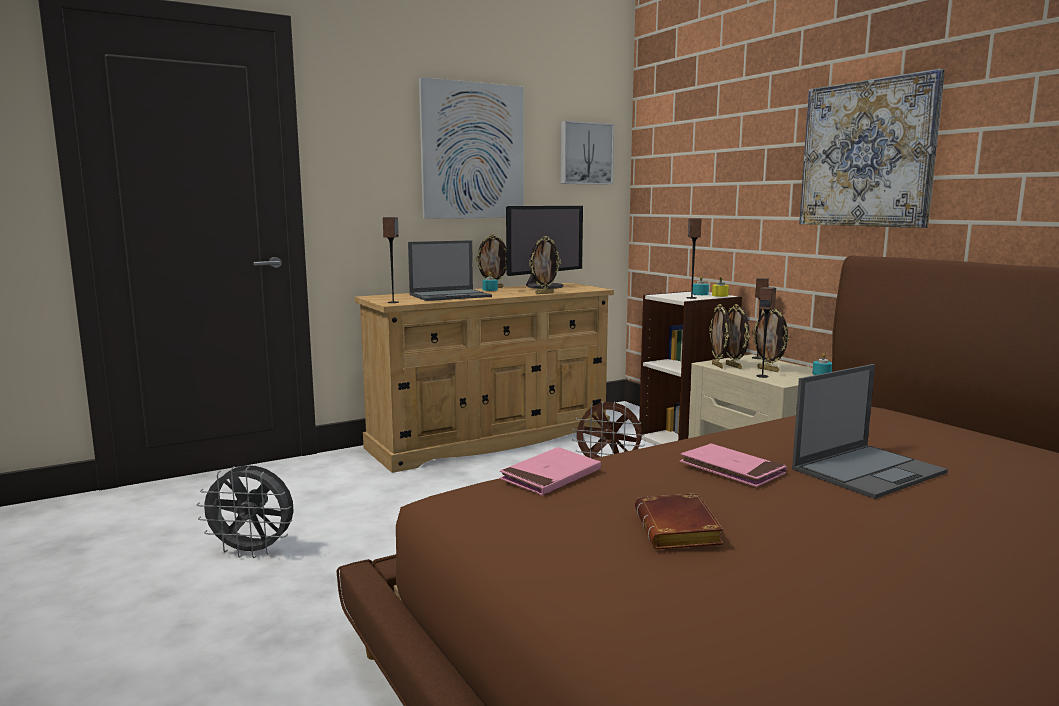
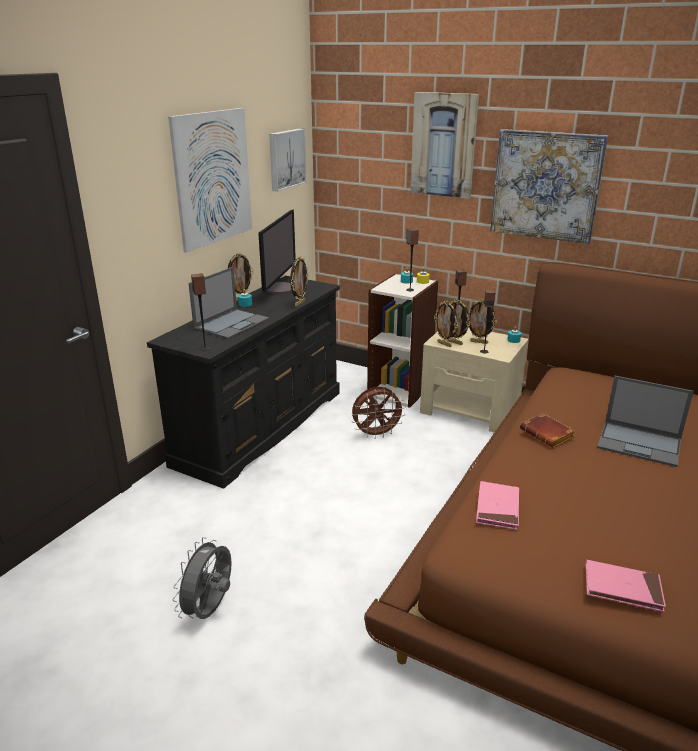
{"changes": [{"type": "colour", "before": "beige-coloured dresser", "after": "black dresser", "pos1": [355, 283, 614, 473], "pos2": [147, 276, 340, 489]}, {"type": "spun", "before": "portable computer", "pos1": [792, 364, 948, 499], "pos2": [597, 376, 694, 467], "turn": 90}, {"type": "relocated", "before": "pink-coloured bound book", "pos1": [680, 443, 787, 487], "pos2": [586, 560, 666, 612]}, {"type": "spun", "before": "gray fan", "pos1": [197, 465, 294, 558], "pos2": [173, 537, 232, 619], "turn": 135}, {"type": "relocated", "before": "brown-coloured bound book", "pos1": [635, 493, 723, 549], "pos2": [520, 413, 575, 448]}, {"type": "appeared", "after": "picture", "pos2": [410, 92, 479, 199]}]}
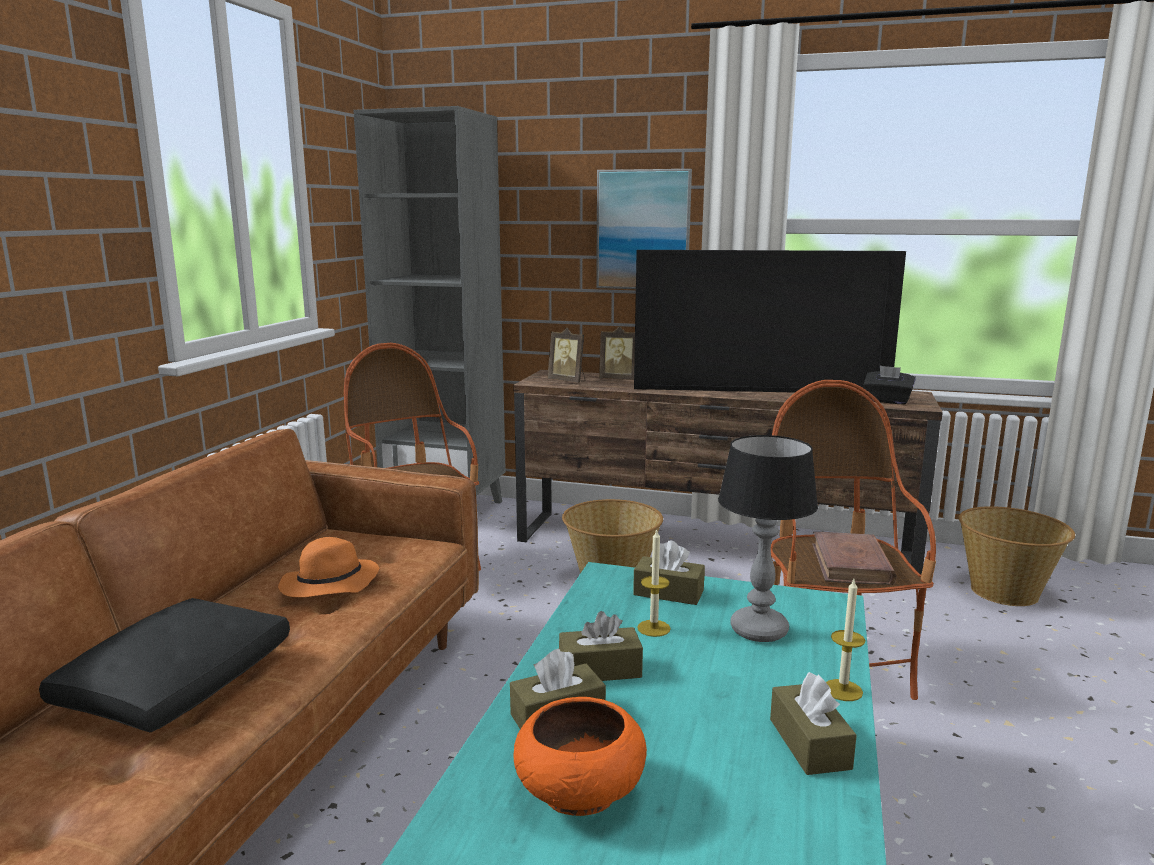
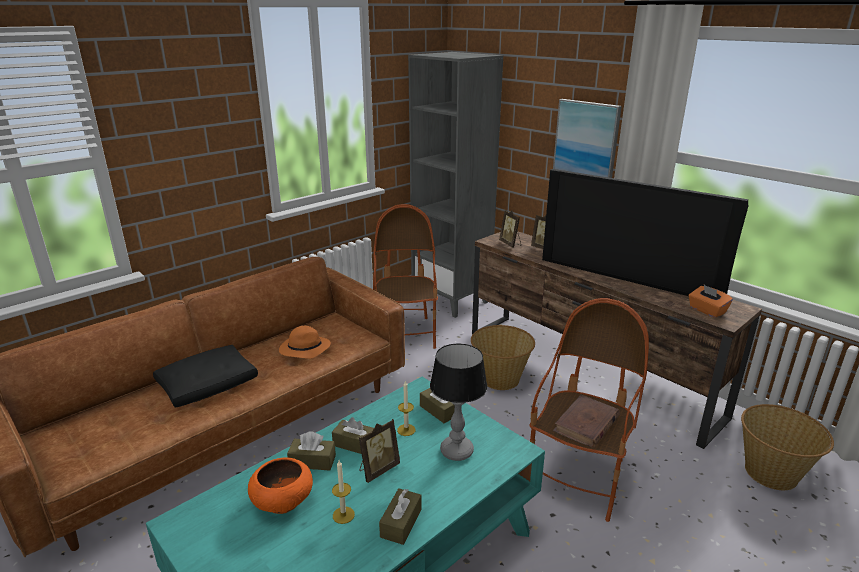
{"changes": [{"type": "colour", "before": "black tissue holder", "after": "orangey tissue holder", "pos1": [863, 365, 916, 404], "pos2": [689, 285, 733, 318]}, {"type": "relocated", "before": "candle", "pos1": [826, 579, 865, 701], "pos2": [332, 460, 355, 524]}, {"type": "appeared", "after": "picture frame", "pos2": [359, 419, 400, 483]}]}
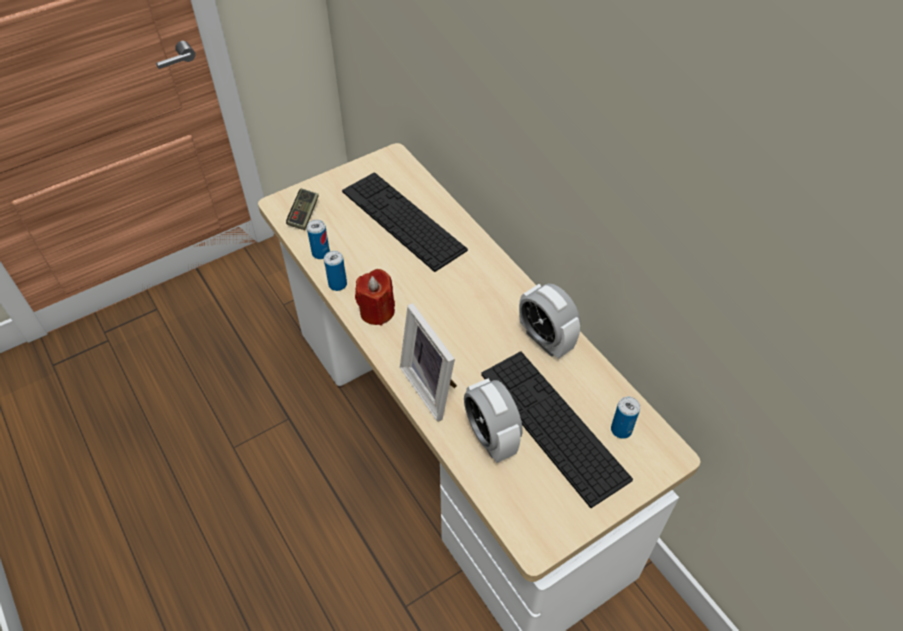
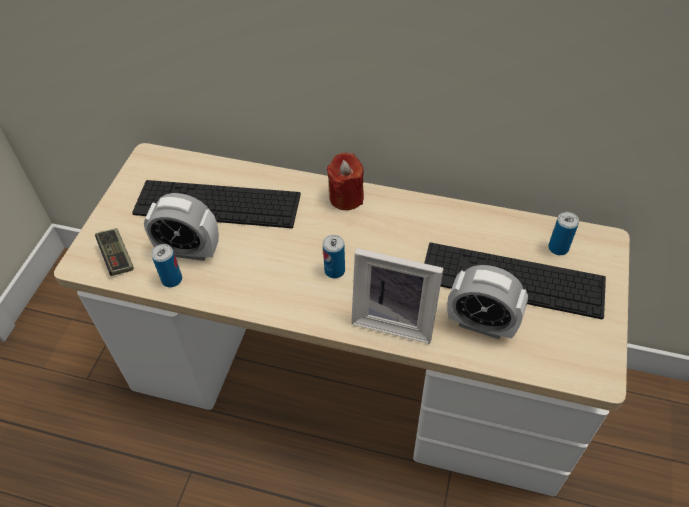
{"changes": [{"type": "relocated", "before": "metal can", "pos1": [324, 251, 347, 291], "pos2": [323, 235, 345, 278]}, {"type": "relocated", "before": "red-coloured candle", "pos1": [355, 269, 395, 326], "pos2": [327, 152, 364, 210]}, {"type": "relocated", "before": "table clock", "pos1": [519, 284, 580, 359], "pos2": [144, 193, 219, 261]}]}
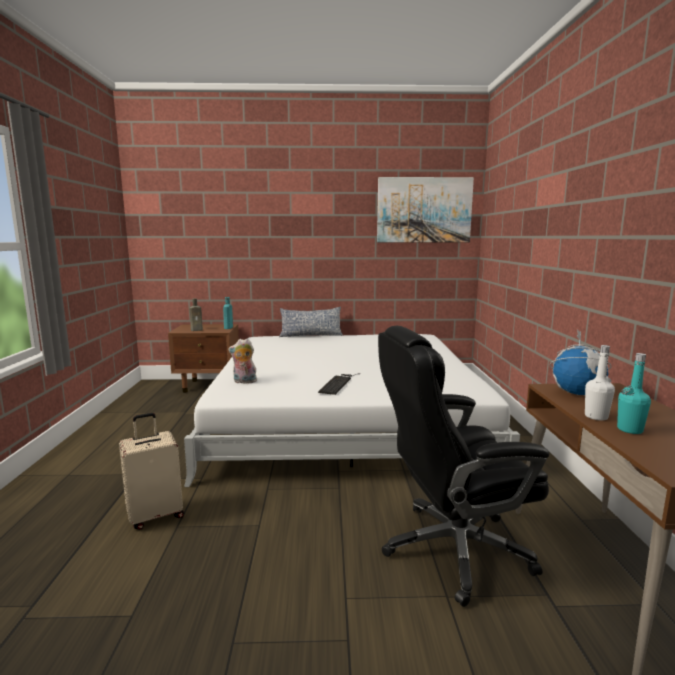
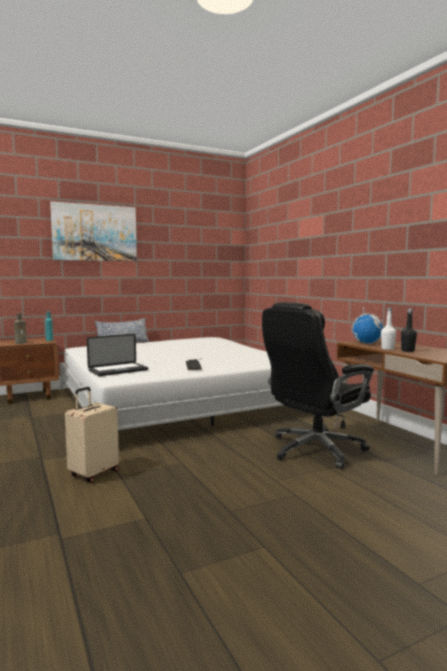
{"changes": [{"type": "relocated", "before": "picture", "pos1": [377, 177, 474, 242], "pos2": [50, 201, 137, 261]}, {"type": "exchanged", "before": "soft toy", "after": "portable computer", "pos1": [228, 339, 257, 383], "pos2": [87, 334, 148, 376]}, {"type": "colour", "before": "turquoise bottle", "after": "black bottle", "pos1": [617, 353, 651, 434], "pos2": [401, 308, 417, 352]}]}
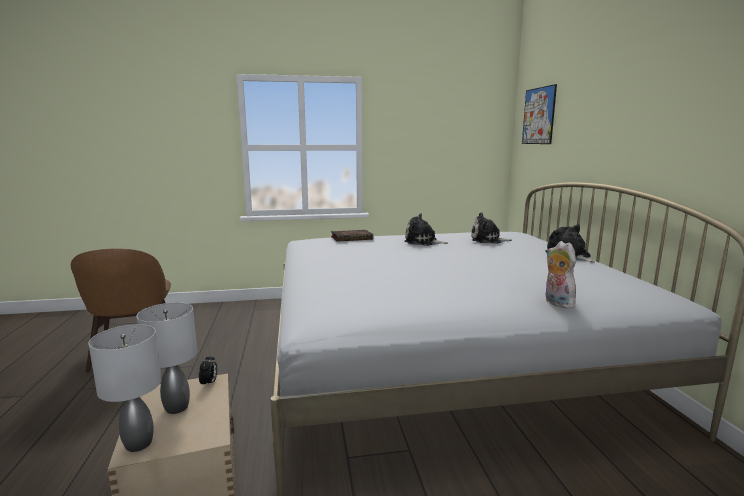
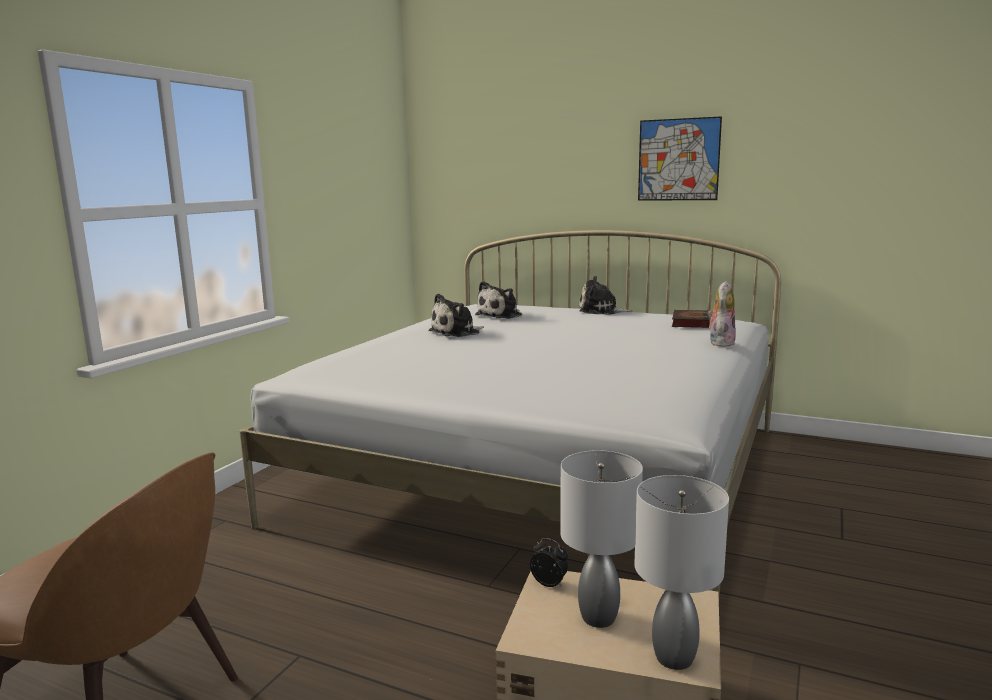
{"changes": [{"type": "relocated", "before": "picture", "pos1": [522, 84, 557, 144], "pos2": [638, 116, 722, 200]}, {"type": "relocated", "before": "bound book", "pos1": [331, 230, 373, 242], "pos2": [672, 310, 710, 328]}, {"type": "spun", "before": "soft toy", "pos1": [545, 241, 576, 308], "pos2": [708, 281, 736, 347], "turn": 105}]}
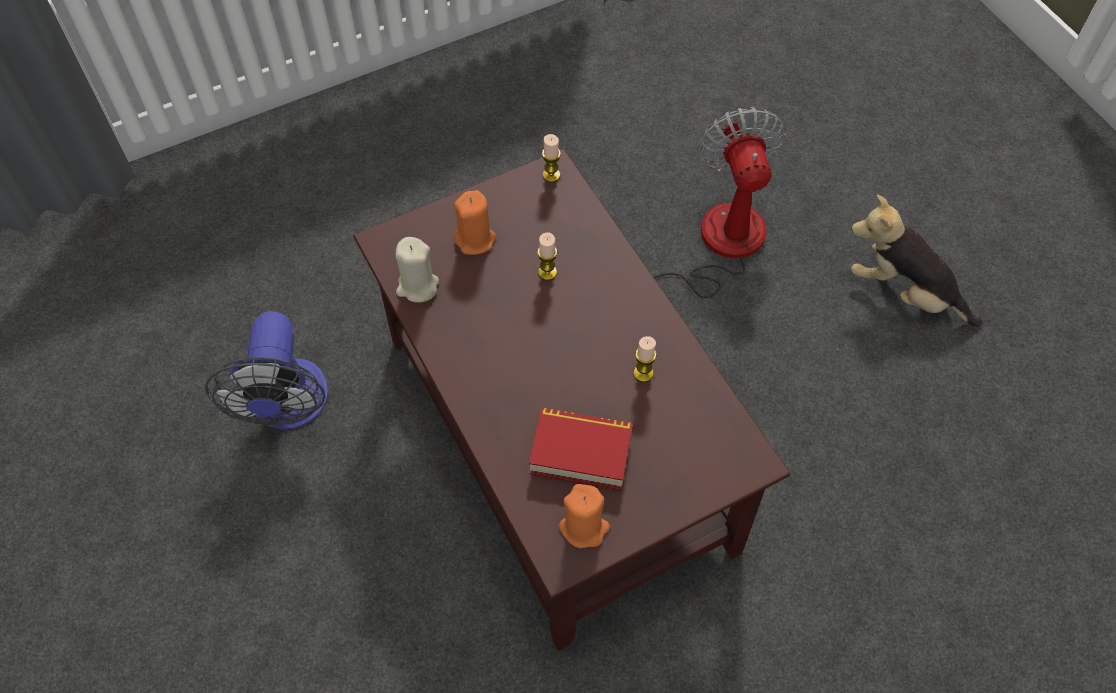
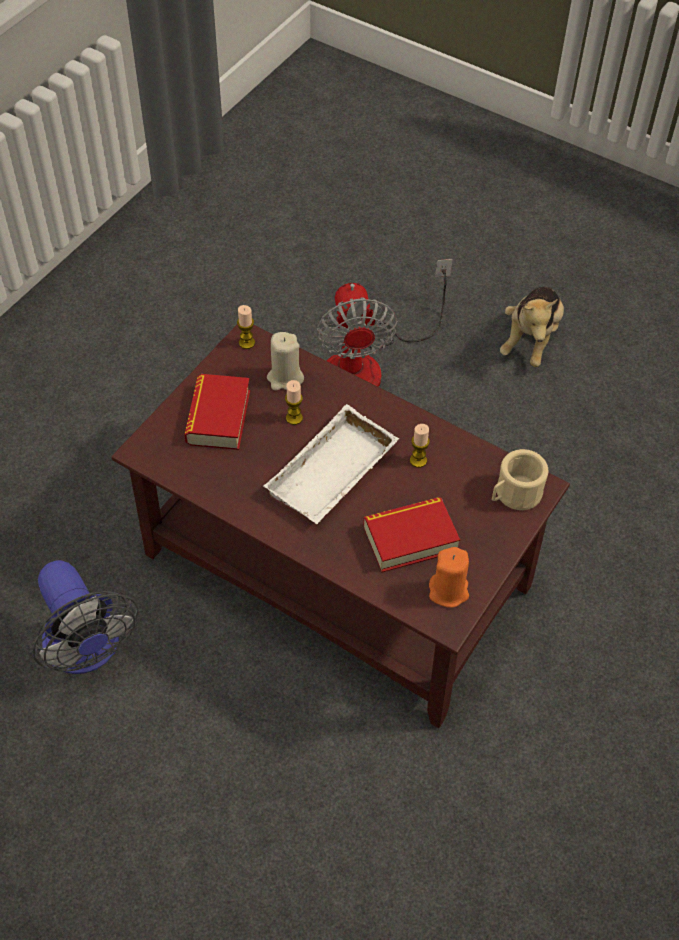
{"changes": [{"type": "spun", "before": "fan", "pos1": [653, 107, 785, 298], "pos2": [317, 259, 452, 387], "turn": -150}, {"type": "exchanged", "before": "orangey candle", "after": "bound book", "pos1": [454, 190, 496, 255], "pos2": [185, 374, 250, 450]}, {"type": "spun", "before": "soft toy", "pos1": [851, 195, 983, 327], "pos2": [500, 287, 564, 367], "turn": -75}, {"type": "relocated", "before": "beige-coloured candle", "pos1": [395, 237, 439, 302], "pos2": [267, 332, 304, 391]}, {"type": "appeared", "after": "whitish serving tray", "pos2": [263, 404, 399, 524]}, {"type": "appeared", "after": "beige-coloured mug", "pos2": [492, 449, 548, 510]}]}
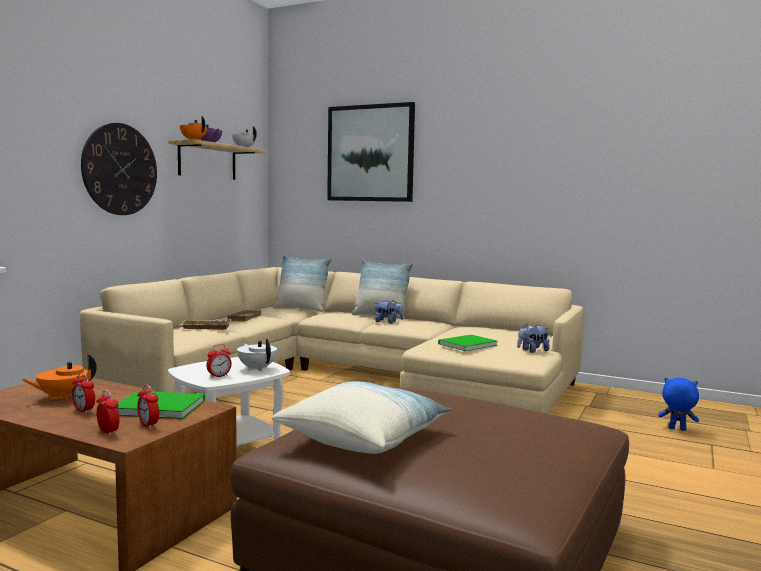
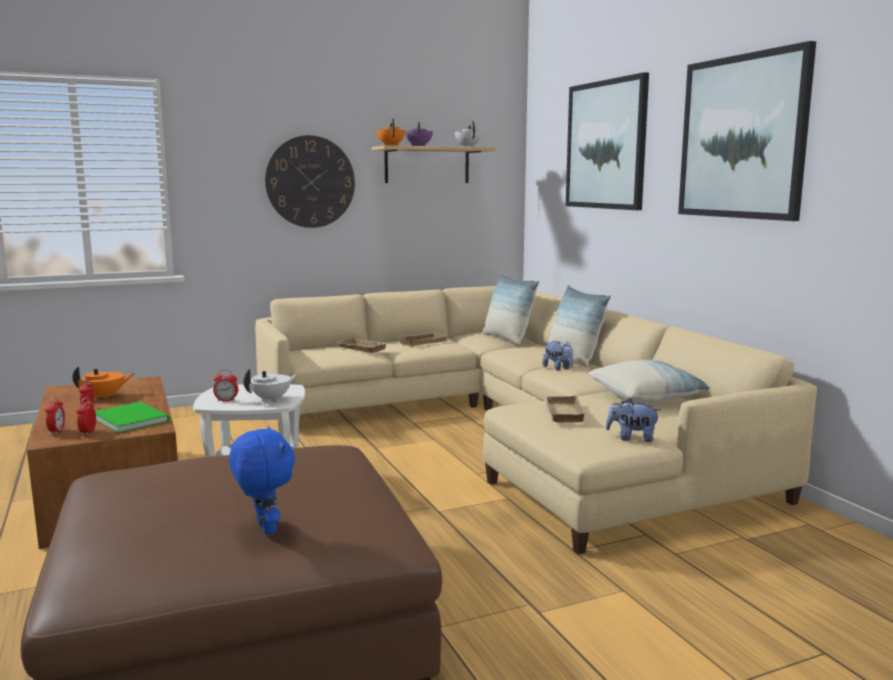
{"changes": [{"type": "exchanged", "before": "green bound book", "after": "beige-coloured serving tray", "pos1": [438, 335, 498, 351], "pos2": [544, 396, 586, 423]}, {"type": "spun", "before": "whitish teapot", "pos1": [237, 339, 277, 371], "pos2": [243, 369, 298, 402], "turn": 45}, {"type": "spun", "before": "orangey teapot", "pos1": [21, 354, 97, 400], "pos2": [72, 366, 135, 399], "turn": 150}, {"type": "relocated", "before": "blue-coloured soft toy", "pos1": [658, 377, 699, 431], "pos2": [229, 426, 295, 535]}, {"type": "relocated", "before": "pillow", "pos1": [271, 381, 452, 454], "pos2": [588, 360, 709, 403]}, {"type": "appeared", "after": "picture", "pos2": [678, 41, 816, 221]}]}
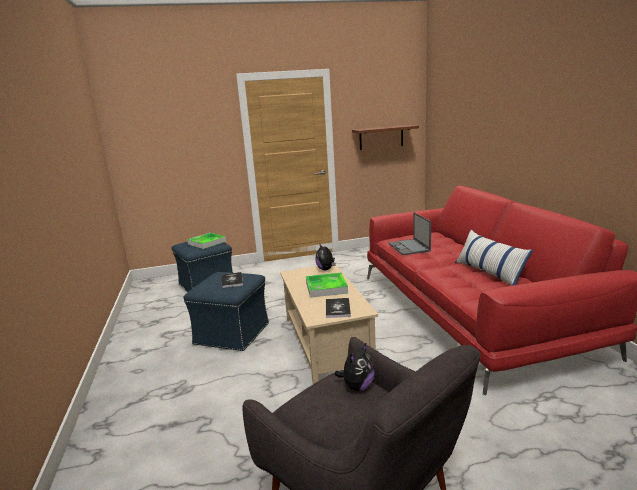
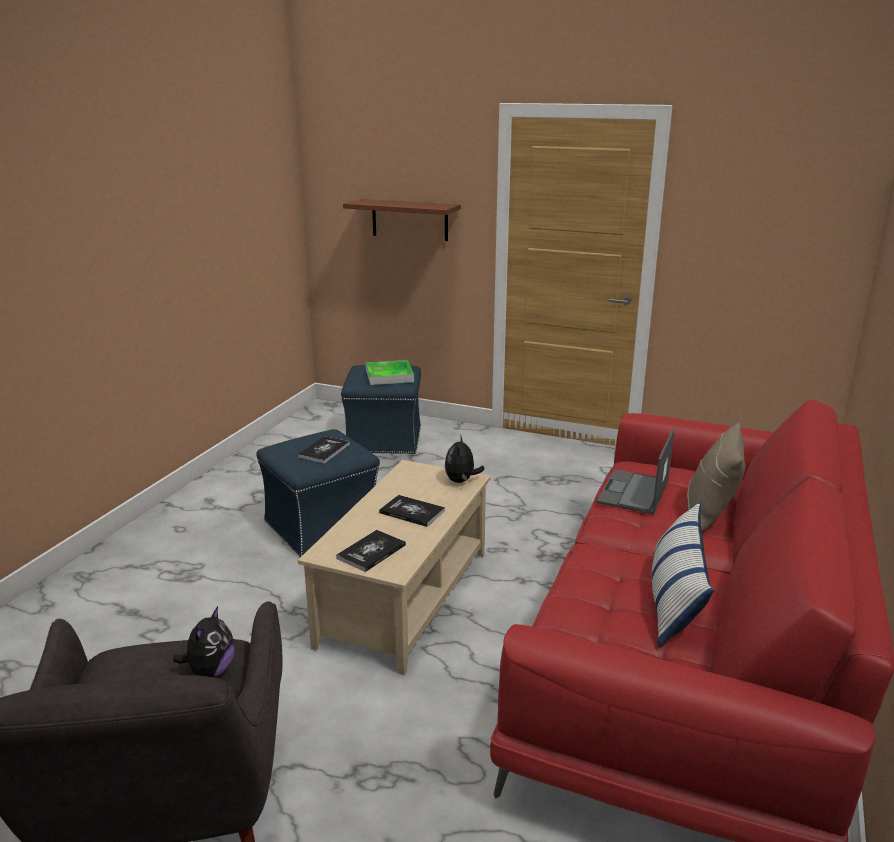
{"changes": [{"type": "relocated", "before": "brown-coloured bracket shelf", "pos1": [352, 125, 419, 150], "pos2": [343, 199, 461, 241]}, {"type": "exchanged", "before": "serving tray", "after": "bound book", "pos1": [306, 273, 348, 298], "pos2": [379, 495, 445, 527]}, {"type": "spun", "before": "soft toy", "pos1": [335, 342, 375, 391], "pos2": [173, 606, 234, 677], "turn": -60}, {"type": "appeared", "after": "beige-coloured pillow", "pos2": [687, 422, 746, 531]}]}
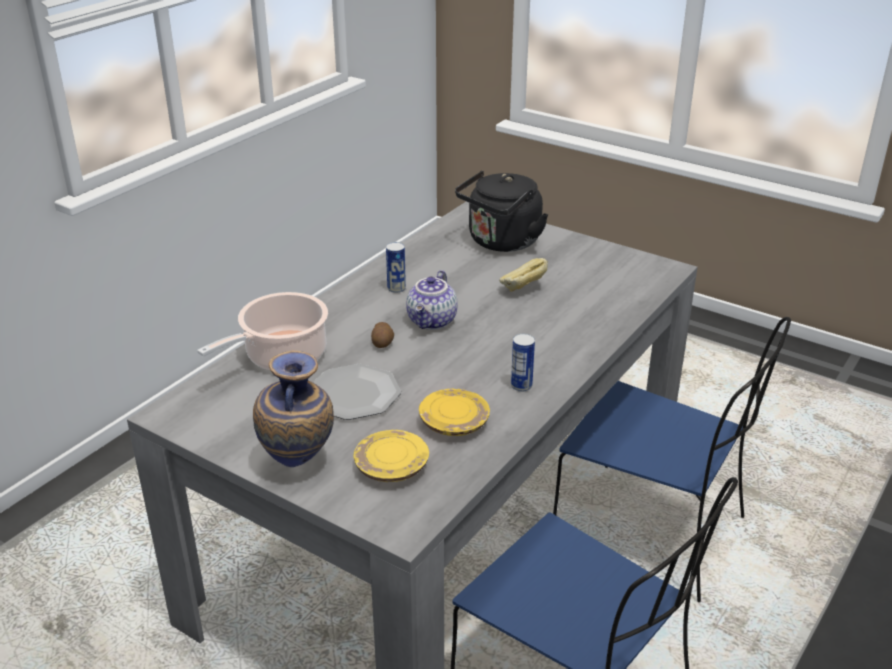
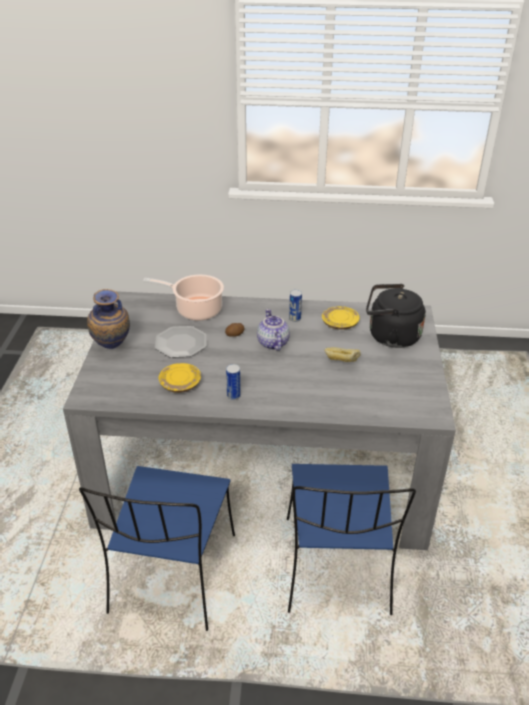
{"changes": [{"type": "spun", "before": "teapot", "pos1": [406, 270, 458, 330], "pos2": [257, 309, 290, 351], "turn": 90}, {"type": "relocated", "before": "yellow plate", "pos1": [353, 430, 429, 482], "pos2": [322, 306, 360, 330]}]}
